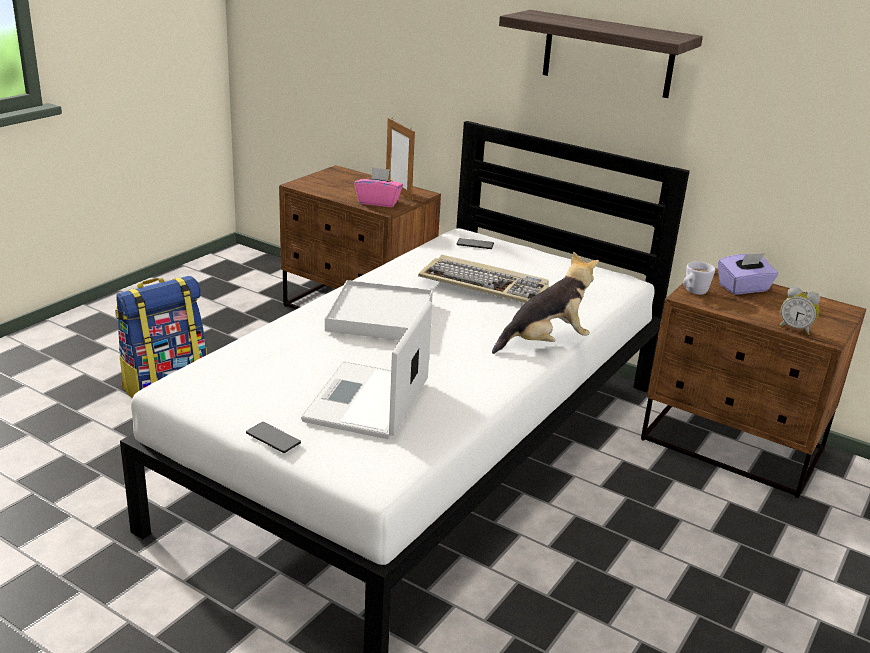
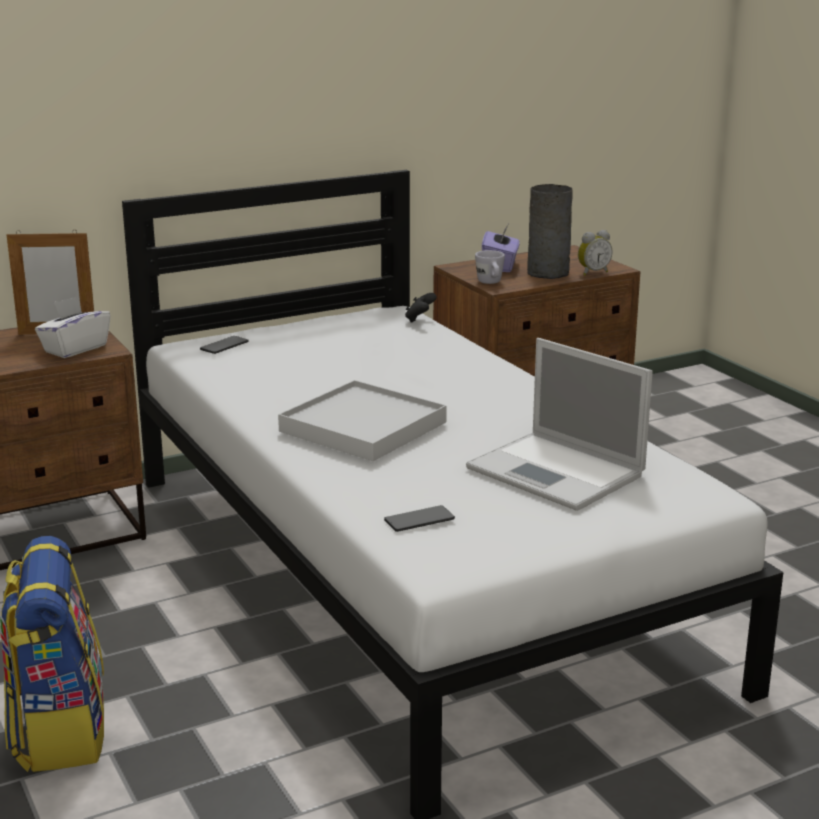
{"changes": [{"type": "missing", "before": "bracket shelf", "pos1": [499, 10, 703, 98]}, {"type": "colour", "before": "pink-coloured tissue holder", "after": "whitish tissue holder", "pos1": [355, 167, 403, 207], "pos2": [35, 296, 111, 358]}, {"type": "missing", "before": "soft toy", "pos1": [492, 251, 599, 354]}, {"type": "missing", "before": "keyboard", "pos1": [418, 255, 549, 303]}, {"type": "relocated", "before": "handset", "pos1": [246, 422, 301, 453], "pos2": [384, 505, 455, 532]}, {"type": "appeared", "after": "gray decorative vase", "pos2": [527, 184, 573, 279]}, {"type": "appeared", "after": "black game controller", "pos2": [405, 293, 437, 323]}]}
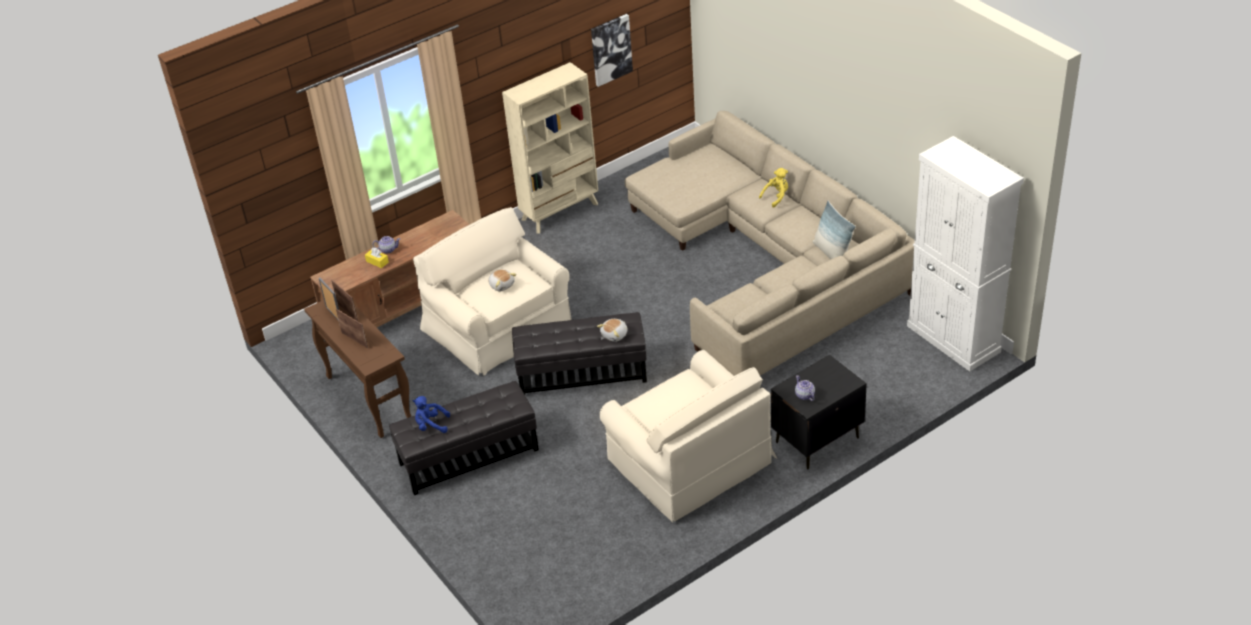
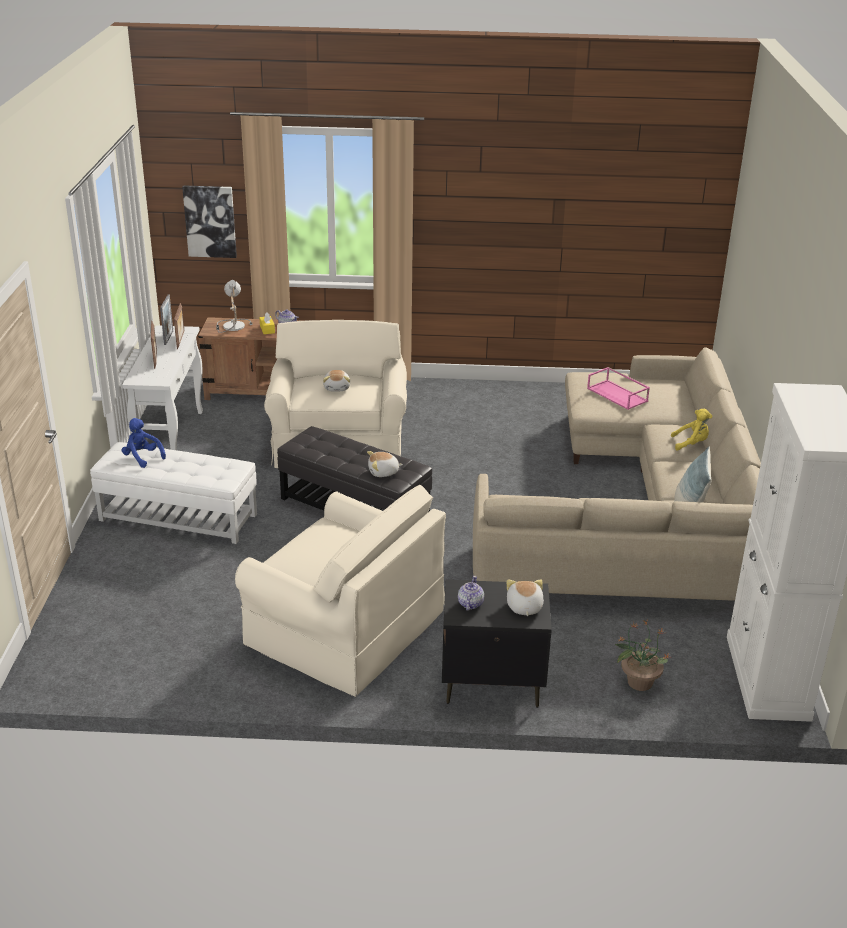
{"changes": [{"type": "relocated", "before": "picture", "pos1": [591, 14, 633, 87], "pos2": [182, 185, 237, 258]}, {"type": "missing", "before": "beige-coloured shelving unit", "pos1": [502, 62, 598, 234]}, {"type": "colour", "before": "brown-coloured narrow table", "after": "whitish narrow table", "pos1": [304, 300, 411, 438], "pos2": [122, 325, 203, 450]}, {"type": "spun", "before": "beige-coloured armchair", "pos1": [600, 350, 777, 523], "pos2": [235, 485, 446, 697], "turn": -60}, {"type": "colour", "before": "black pouffe", "after": "whitish pouffe", "pos1": [389, 381, 539, 495], "pos2": [90, 442, 257, 544]}, {"type": "appeared", "after": "table lamp", "pos2": [216, 280, 253, 333]}, {"type": "appeared", "after": "pink-coloured serving tray", "pos2": [587, 367, 650, 410]}, {"type": "appeared", "after": "soft toy", "pos2": [506, 579, 544, 616]}, {"type": "appeared", "after": "plant in a pot", "pos2": [615, 620, 671, 691]}]}
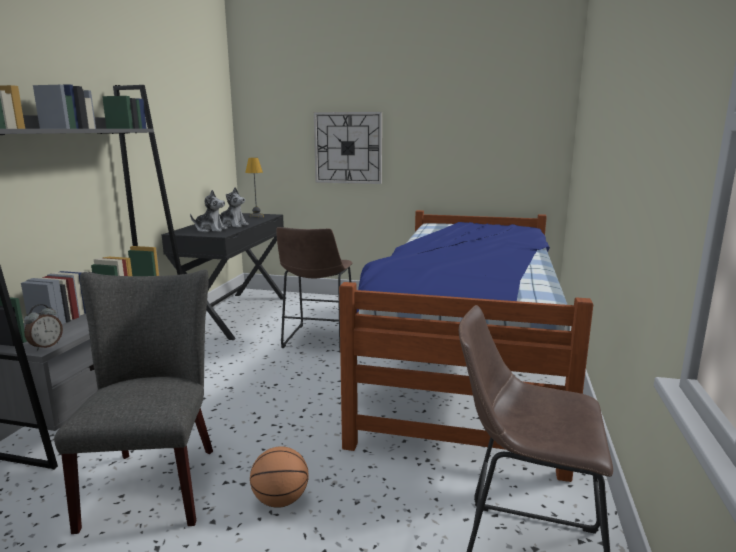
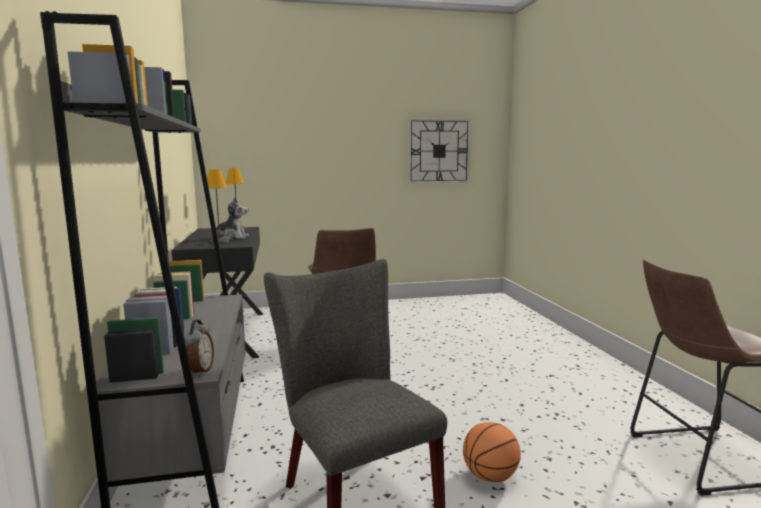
{"changes": [{"type": "relocated", "before": "clock on the wall", "pos1": [314, 112, 382, 184], "pos2": [408, 118, 471, 184]}, {"type": "exchanged", "before": "soft toy", "after": "table lamp", "pos1": [190, 190, 227, 232], "pos2": [207, 170, 229, 244]}, {"type": "missing", "before": "sleeping bed", "pos1": [339, 210, 593, 482]}]}
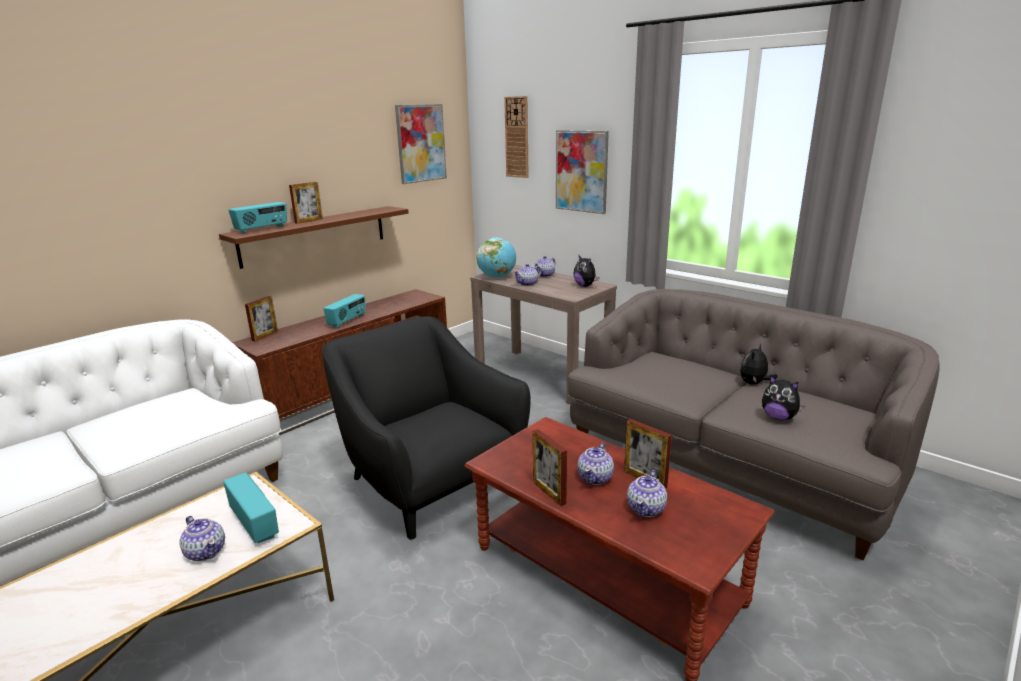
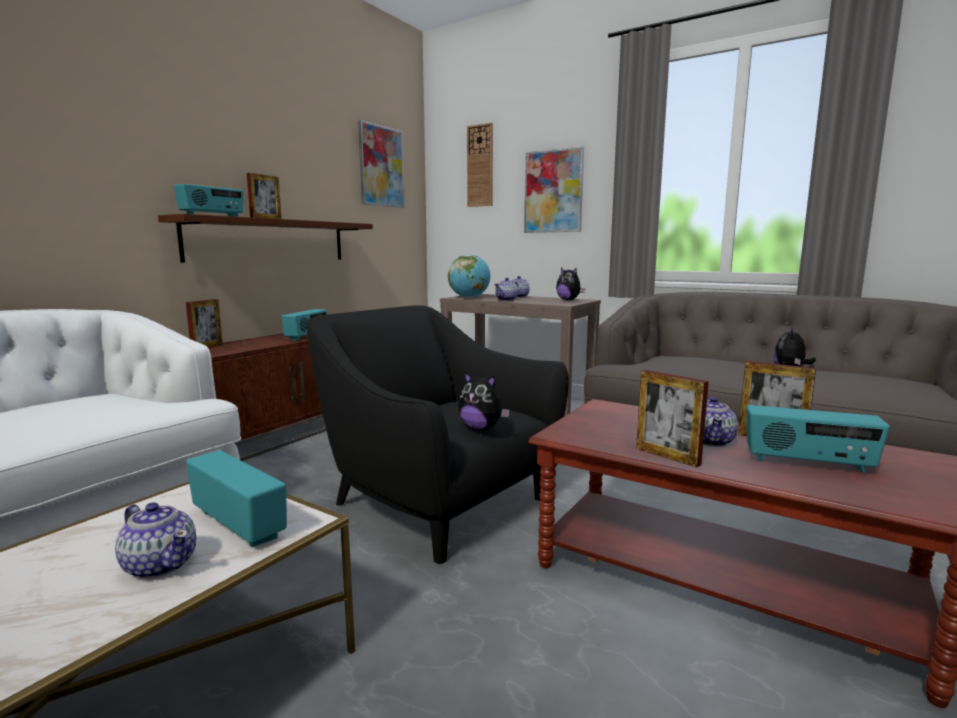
{"changes": [{"type": "relocated", "before": "soft toy", "pos1": [762, 375, 806, 420], "pos2": [458, 372, 510, 430]}, {"type": "exchanged", "before": "teapot", "after": "radio set", "pos1": [627, 470, 667, 517], "pos2": [746, 405, 890, 473]}]}
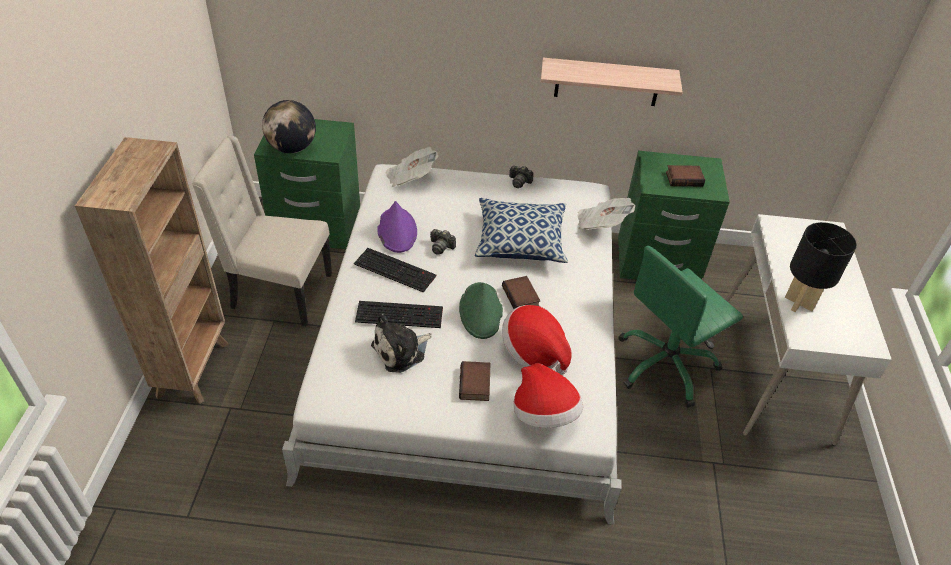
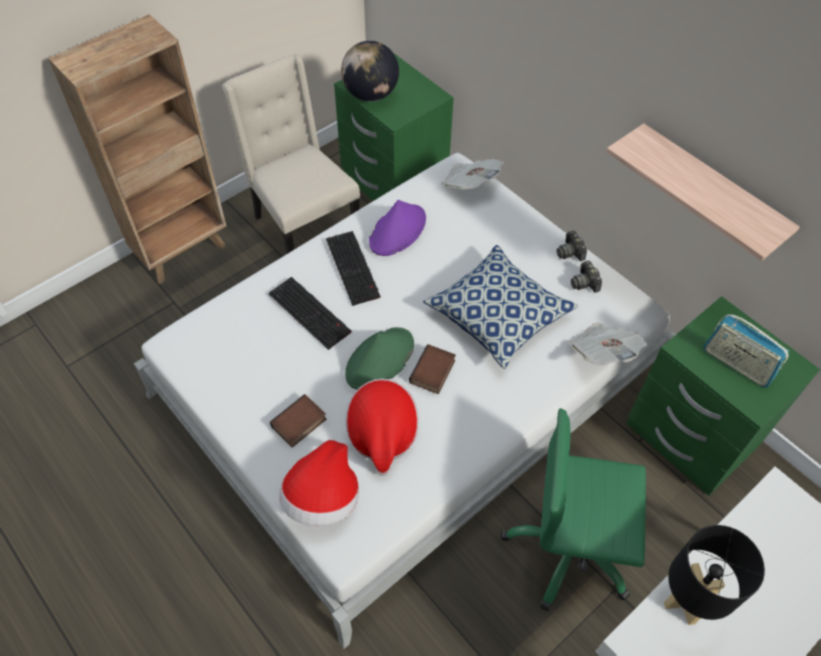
{"changes": [{"type": "exchanged", "before": "bound book", "after": "radio set", "pos1": [666, 165, 705, 187], "pos2": [703, 314, 789, 387]}, {"type": "relocated", "before": "photo camera", "pos1": [430, 229, 456, 255], "pos2": [571, 261, 602, 293]}, {"type": "missing", "before": "soft toy", "pos1": [371, 314, 432, 373]}]}
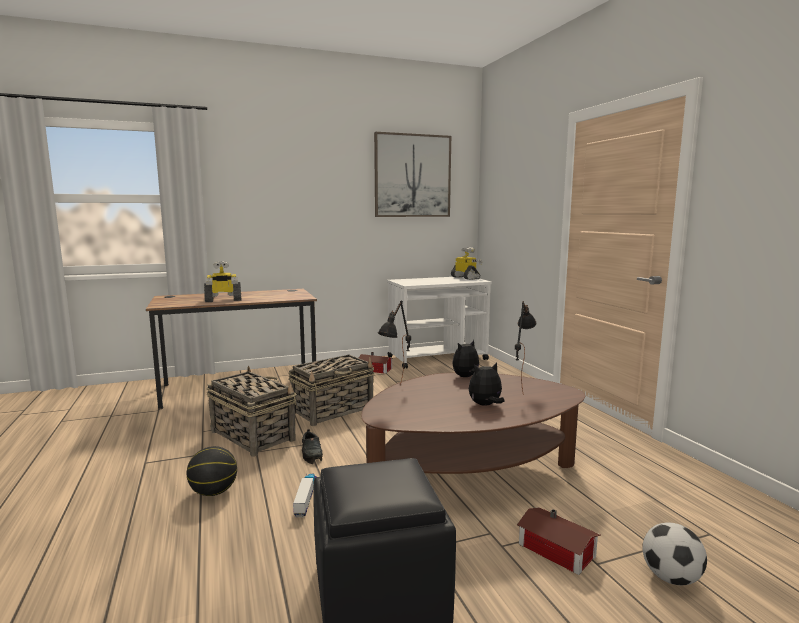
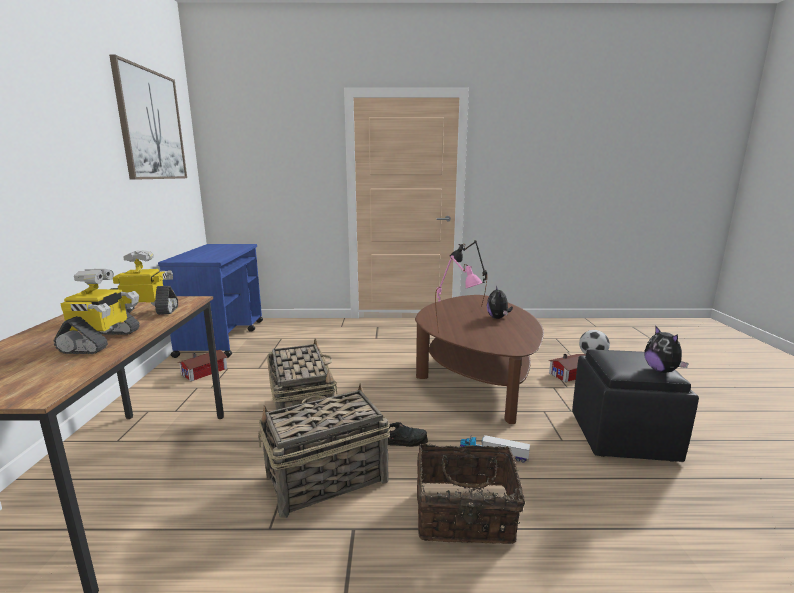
{"changes": [{"type": "relocated", "before": "toy robot", "pos1": [451, 247, 482, 280], "pos2": [111, 250, 178, 315]}, {"type": "colour", "before": "whitish wheeled cart", "after": "blue-coloured wheeled cart", "pos1": [387, 277, 492, 369], "pos2": [158, 244, 263, 358]}, {"type": "colour", "before": "black table lamp", "after": "pink-coloured table lamp", "pos1": [378, 300, 411, 385], "pos2": [435, 255, 482, 334]}, {"type": "relocated", "before": "soft toy", "pos1": [452, 340, 479, 377], "pos2": [644, 326, 689, 373]}, {"type": "exchanged", "before": "ball for basketball", "after": "basket", "pos1": [187, 446, 237, 496], "pos2": [417, 444, 525, 544]}]}
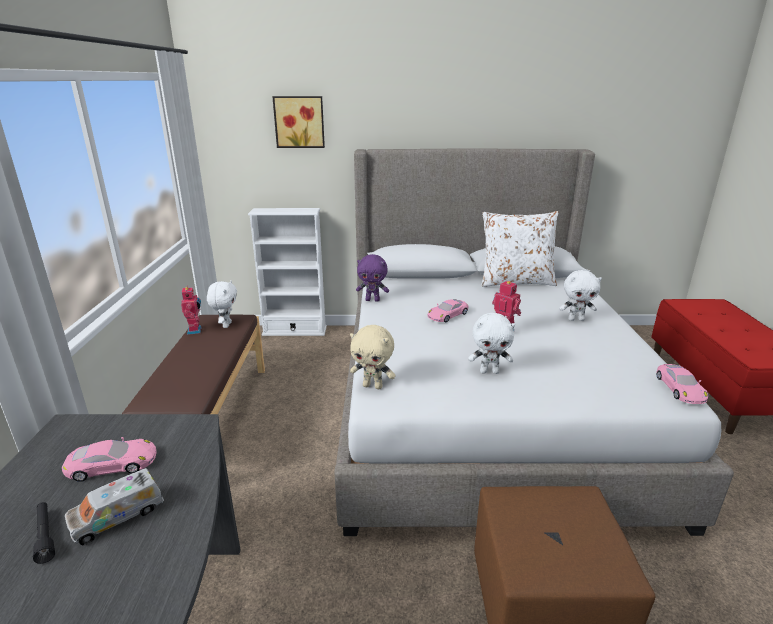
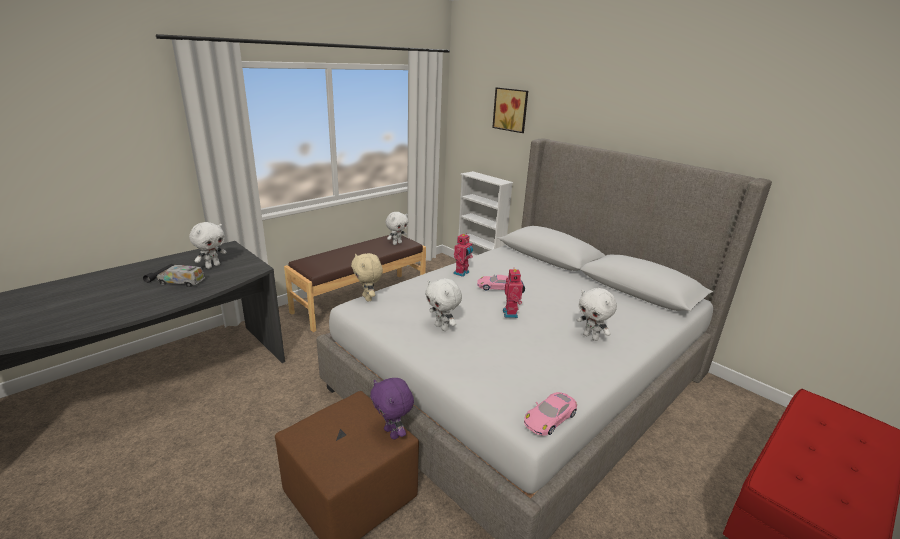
{"changes": [{"type": "missing", "before": "whitish pillow", "pos1": [481, 211, 559, 287]}, {"type": "relocated", "before": "purple soft toy", "pos1": [356, 254, 389, 302], "pos2": [370, 378, 414, 439]}, {"type": "relocated", "before": "toy robot", "pos1": [181, 286, 202, 335], "pos2": [453, 233, 473, 277]}, {"type": "exchanged", "before": "pink-coloured miniature car", "after": "whitish soft toy", "pos1": [62, 437, 157, 482], "pos2": [189, 222, 227, 269]}]}
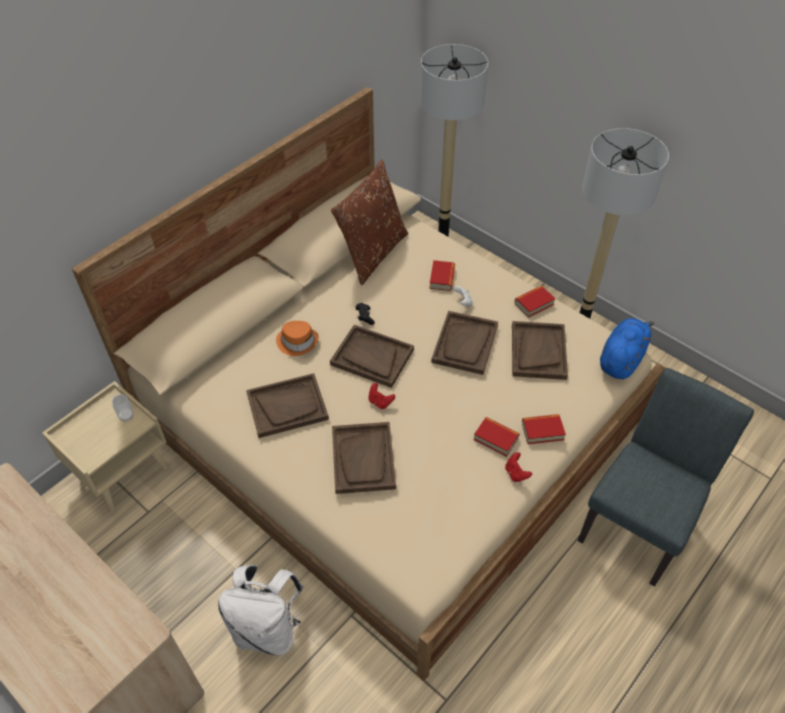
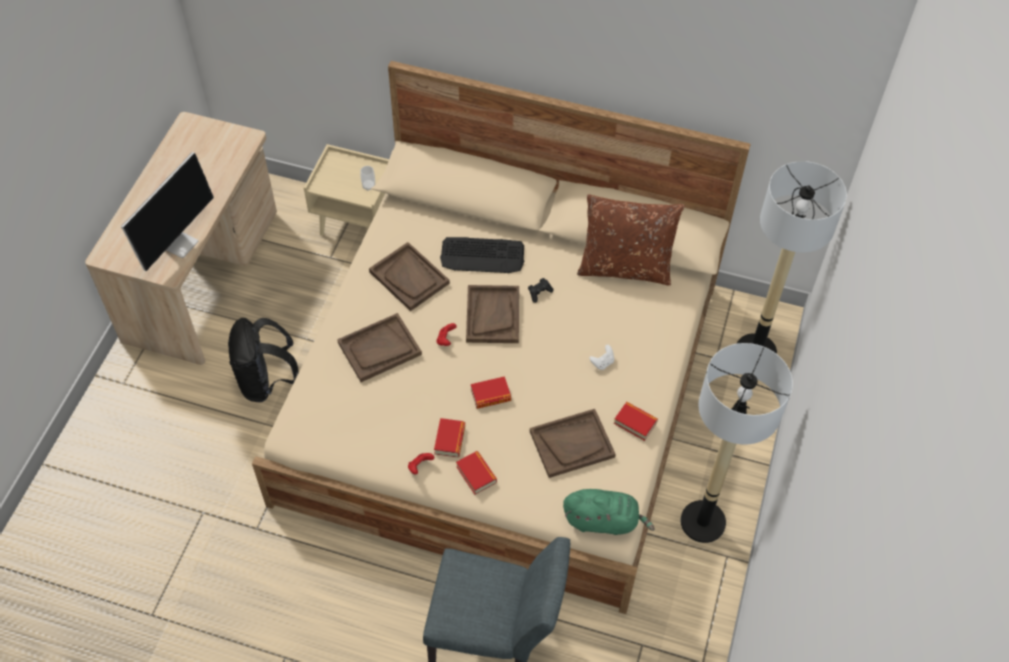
{"changes": [{"type": "relocated", "before": "bound book", "pos1": [429, 260, 455, 291], "pos2": [471, 376, 511, 409]}, {"type": "missing", "before": "brown-coloured serving tray", "pos1": [431, 311, 498, 375]}, {"type": "colour", "before": "blue-coloured soft toy", "after": "green soft toy", "pos1": [600, 318, 654, 379], "pos2": [563, 489, 655, 535]}, {"type": "exchanged", "before": "orangey clothing hat", "after": "keyboard", "pos1": [276, 321, 318, 356], "pos2": [440, 237, 524, 273]}, {"type": "colour", "before": "whitish backpack", "after": "black backpack", "pos1": [218, 565, 303, 655], "pos2": [228, 318, 299, 402]}, {"type": "appeared", "after": "computer display", "pos2": [121, 152, 214, 271]}]}
